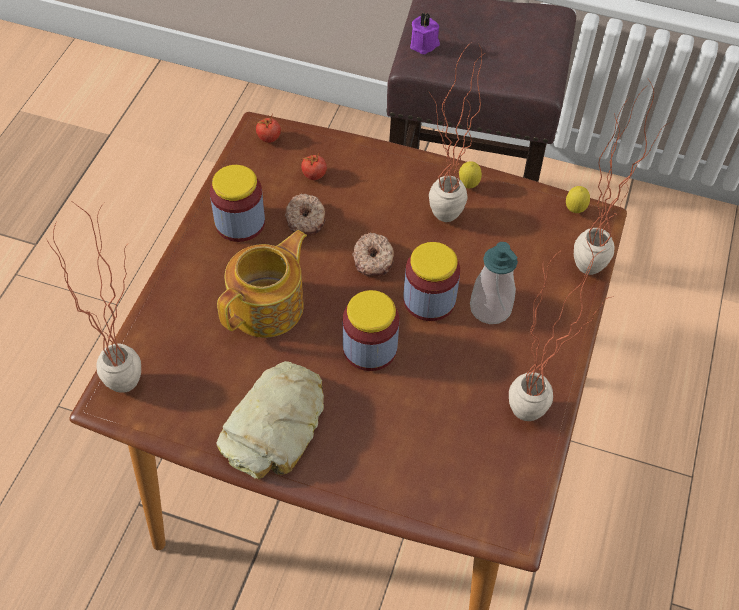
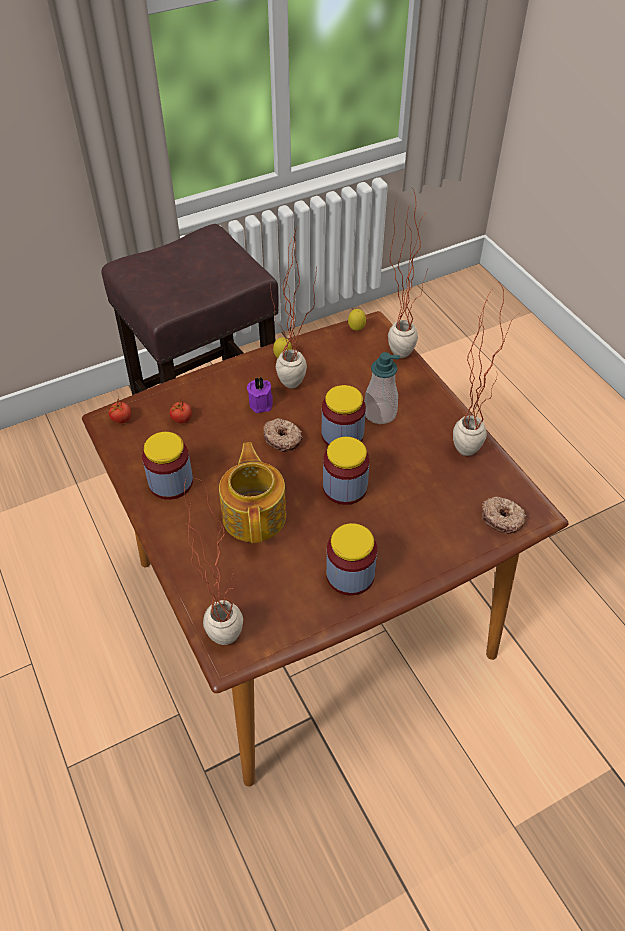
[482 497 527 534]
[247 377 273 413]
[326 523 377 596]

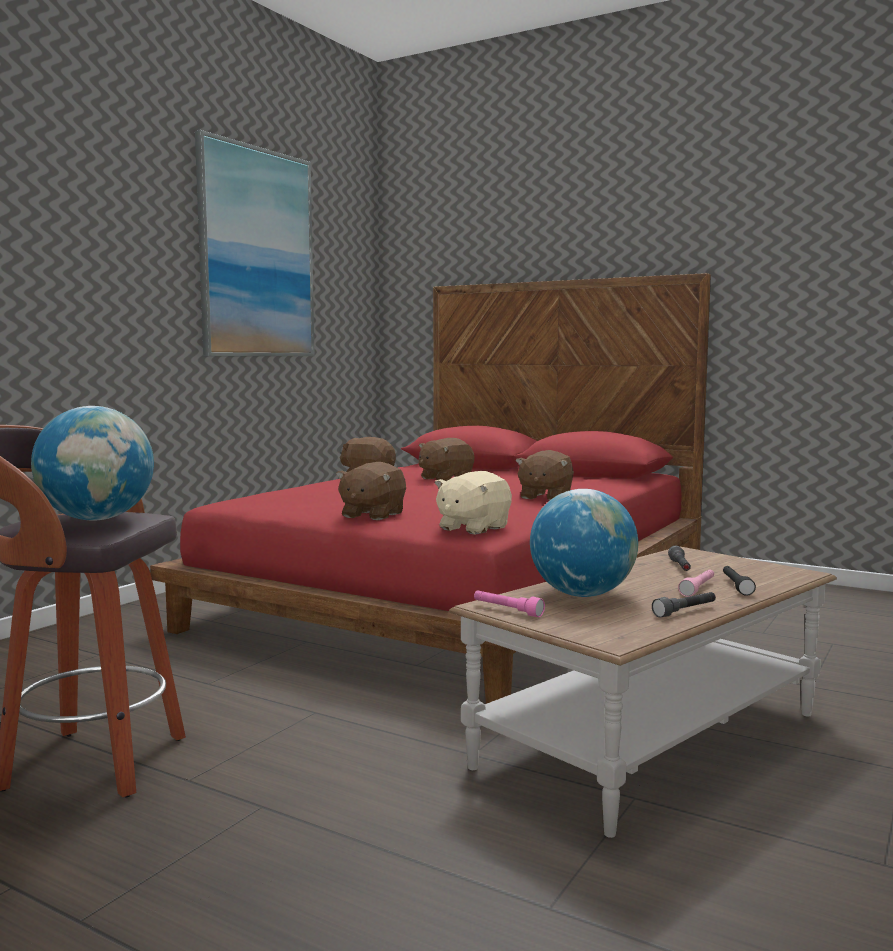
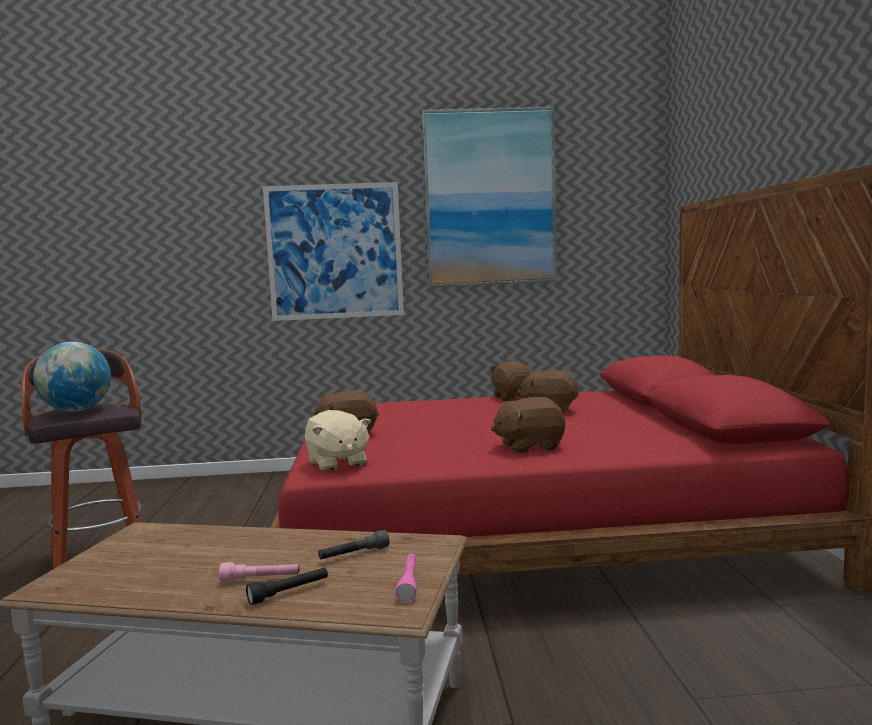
[530 489 638 597] (first image)
[652 592 716 617] (first image)
[263 182 404 321]
[396 553 417 602]
[305 410 371 472]

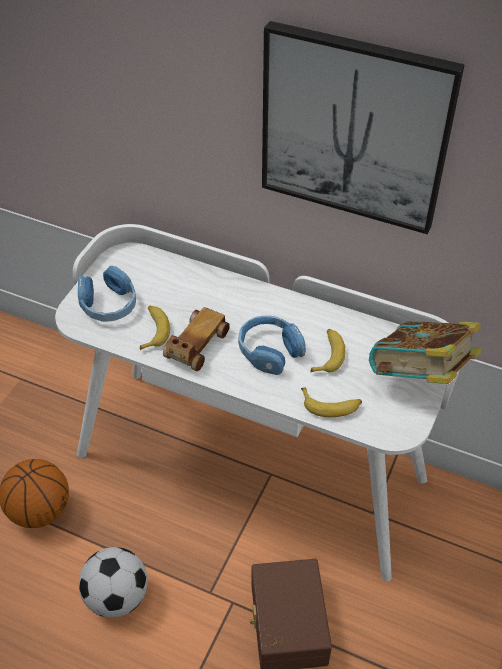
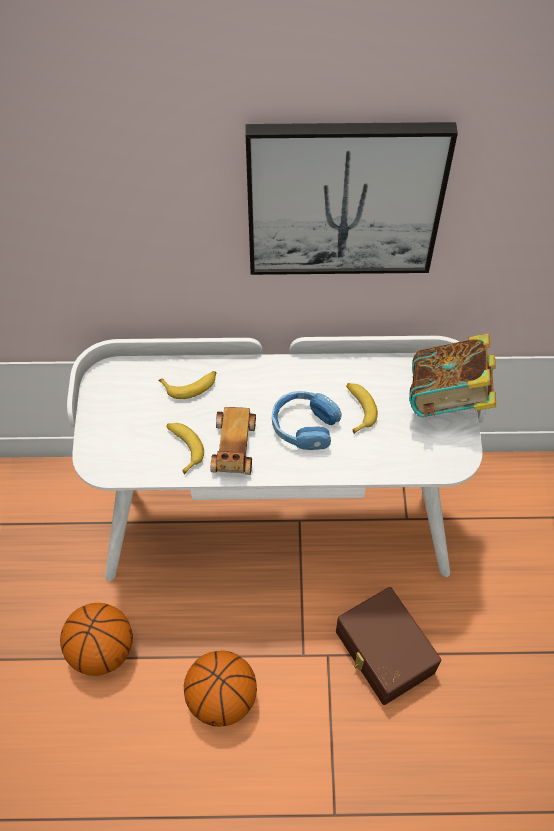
[78 266 136 322] (first image)
[159 371 216 399]
[184 650 257 727]

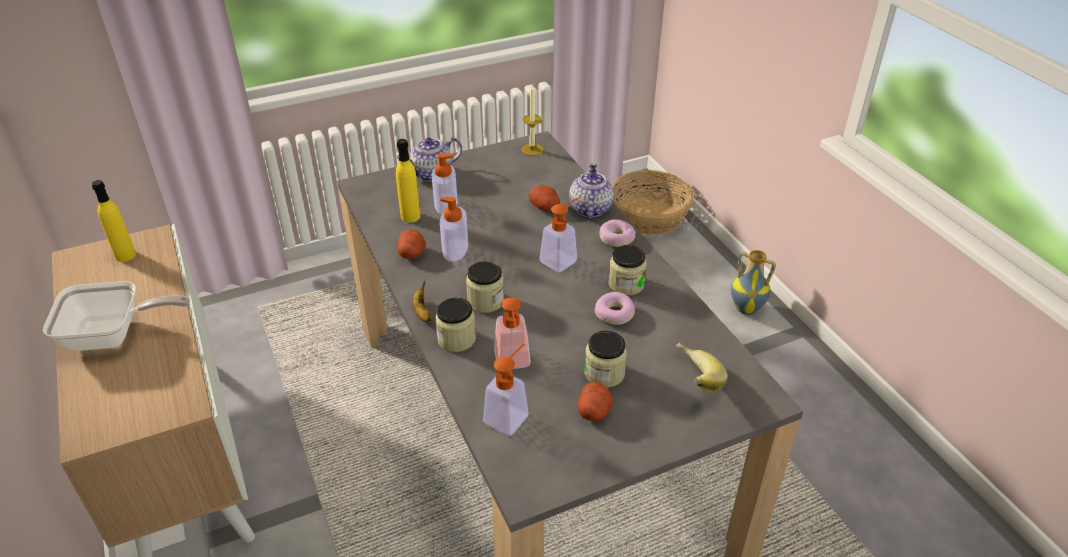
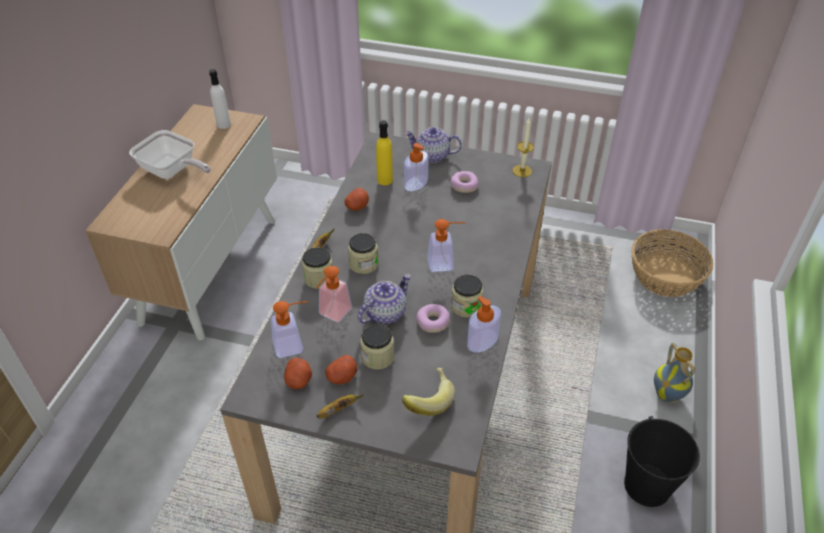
[317 394 363 419]
[624 416 700 507]
[467 296 501 352]
[284 358 312 389]
[358 274 411 324]
[451 171 479 193]
[209 69 231 129]

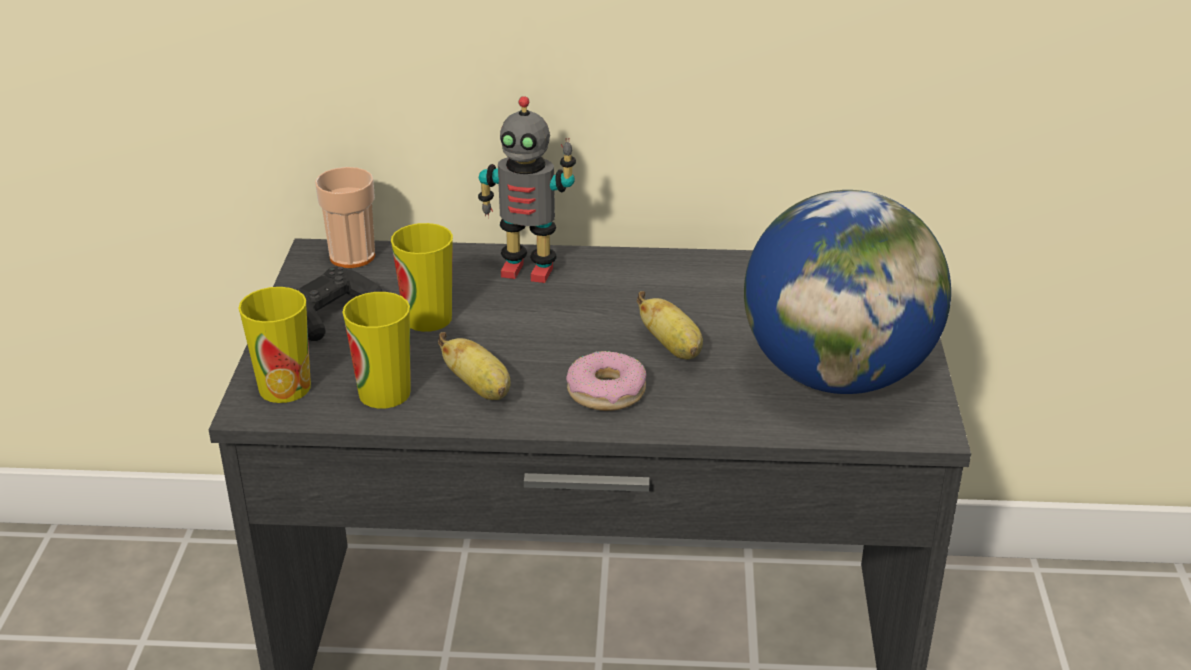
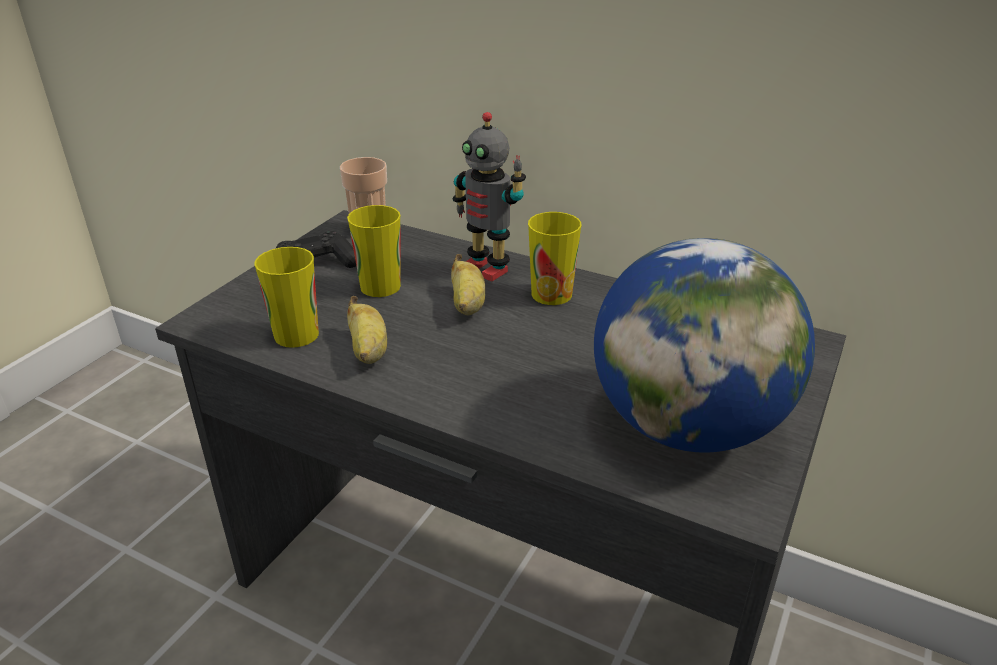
[566 351 646 411] (first image)
[528 212 582 305]
[451 254 485 315]

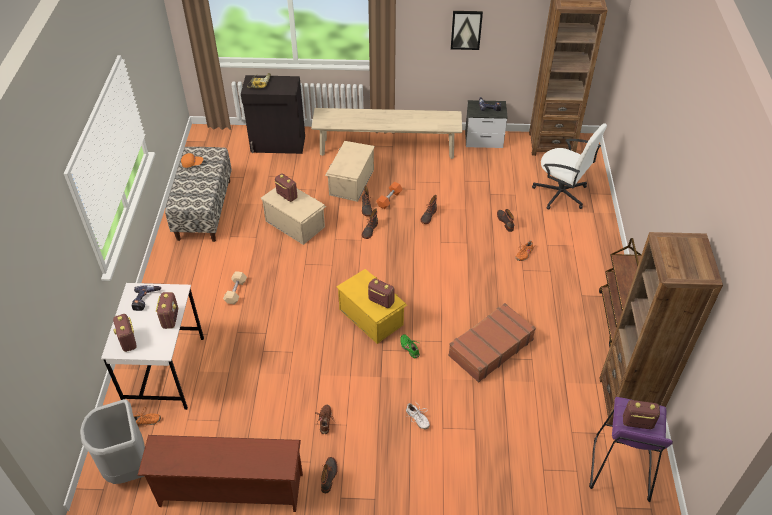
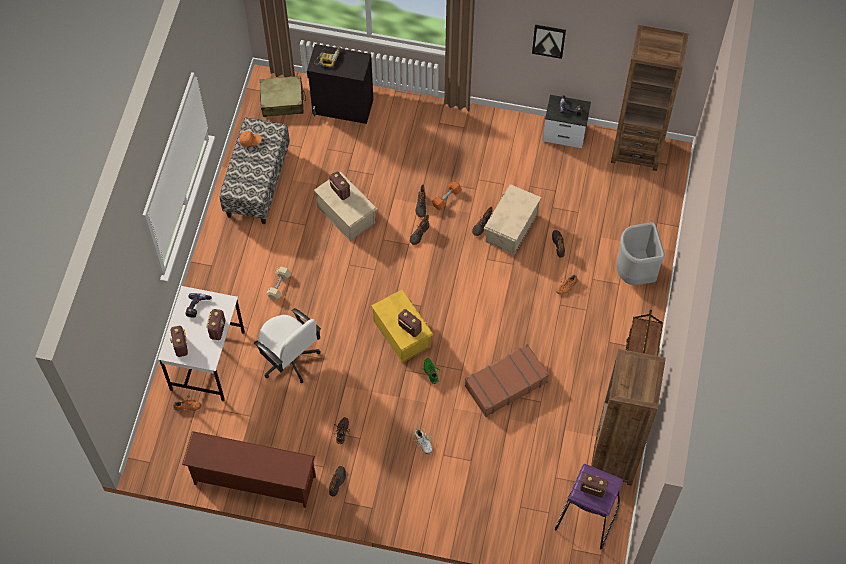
[311 108 462 159] (first image)
[260 76 306 117]
[616 222 665 285]
[484 184 541 255]
[254 308 321 383]

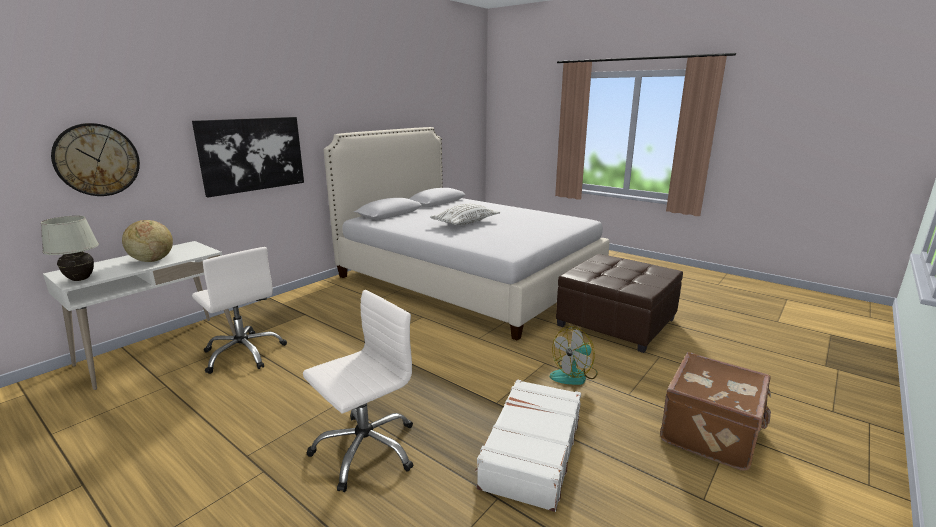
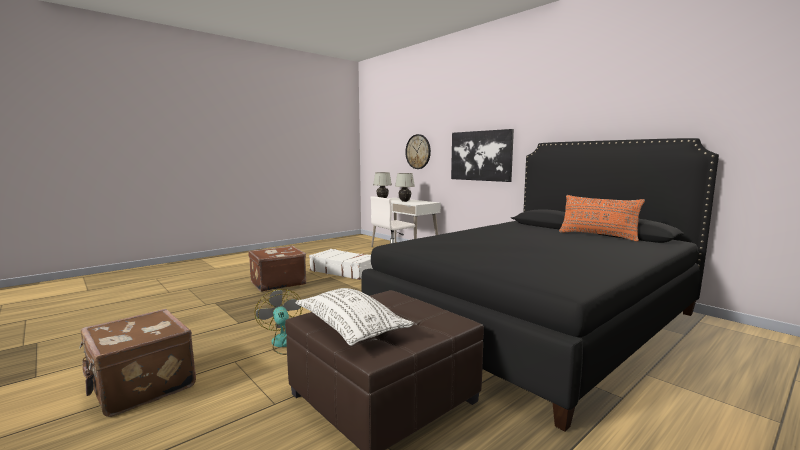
[559 195 645 241]
[296 288 414 346]
[309 249 373 280]
[395 173 415 202]
[248 246 306 292]
[361 138 719 431]

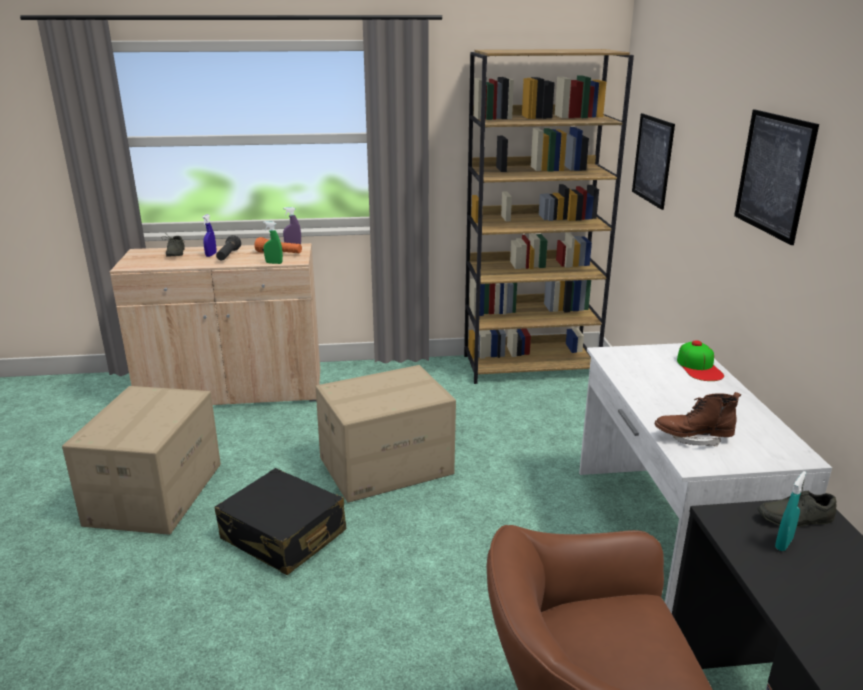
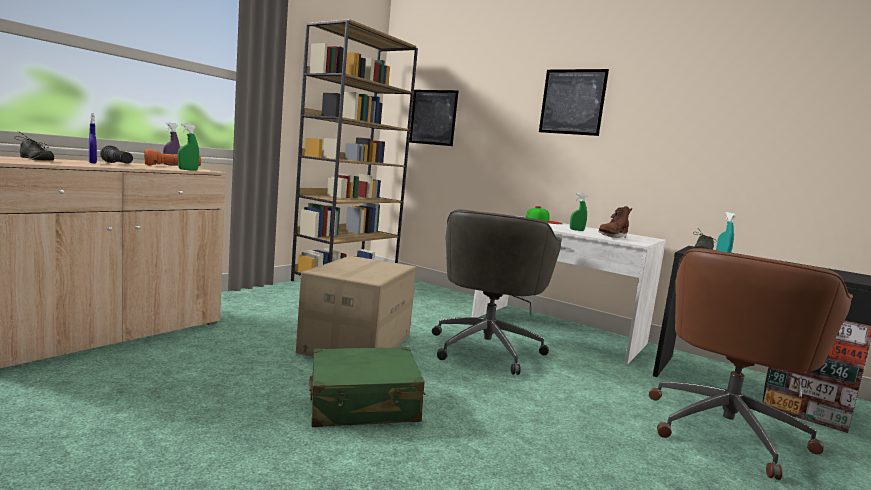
[62 386 221 535] (first image)
[432 209 562 375]
[570 193 587 231]
[309 347 425 427]

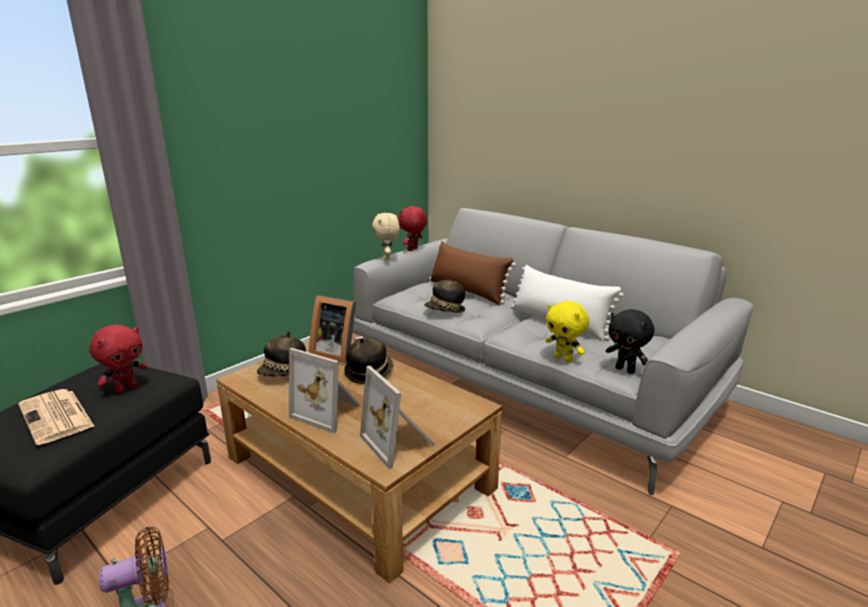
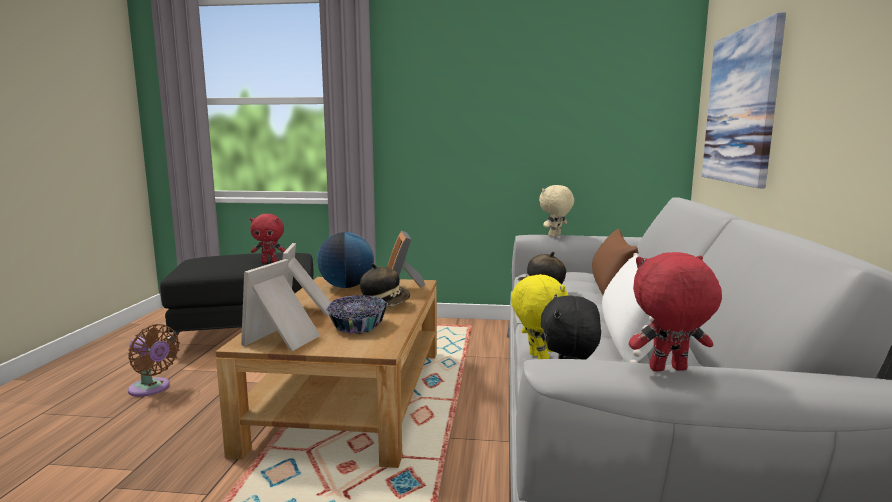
[18 389 95 445] (first image)
[326 295 388 334]
[702 12 786 188]
[629 252 722 372]
[317 232 374 288]
[511 274 569 359]

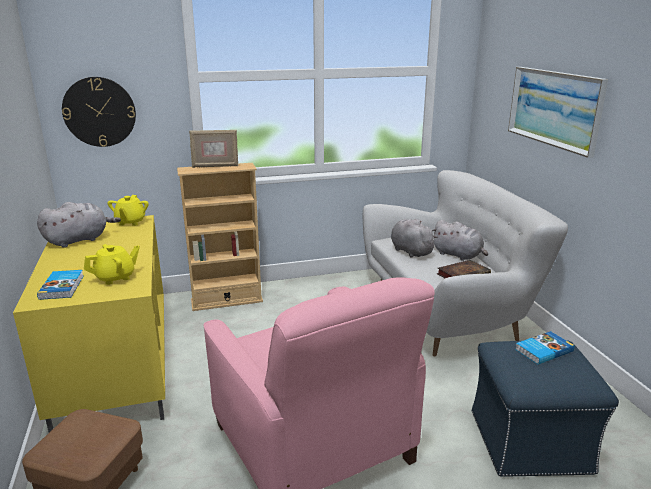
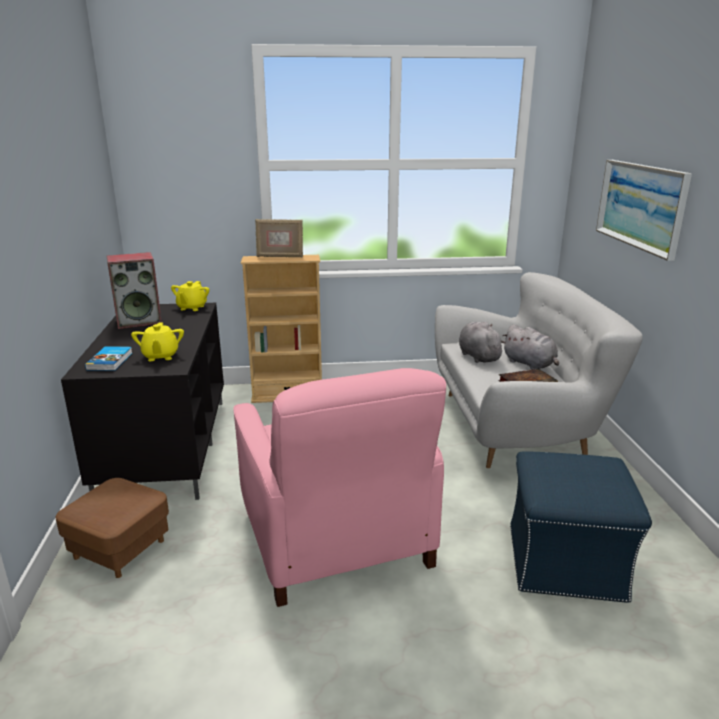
[62 77 136 147] (first image)
[515 331 575 364] (first image)
[106 252 162 329]
[61 303 224 500]
[131 322 184 361]

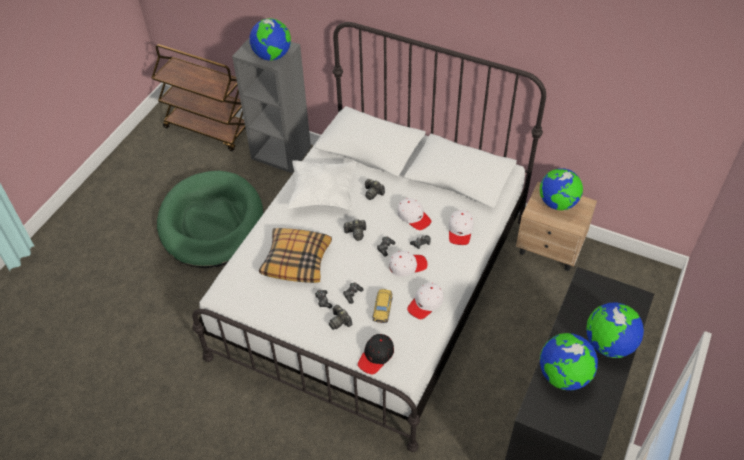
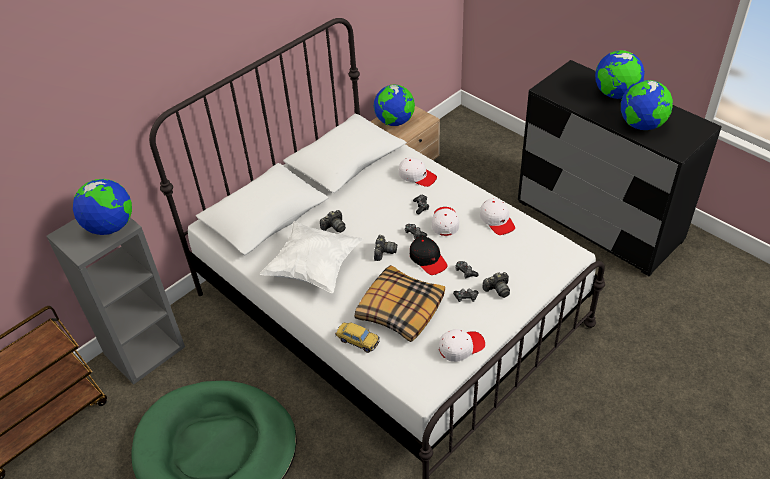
[410 237 448 275]
[335 323 380 353]
[439 329 485 362]

